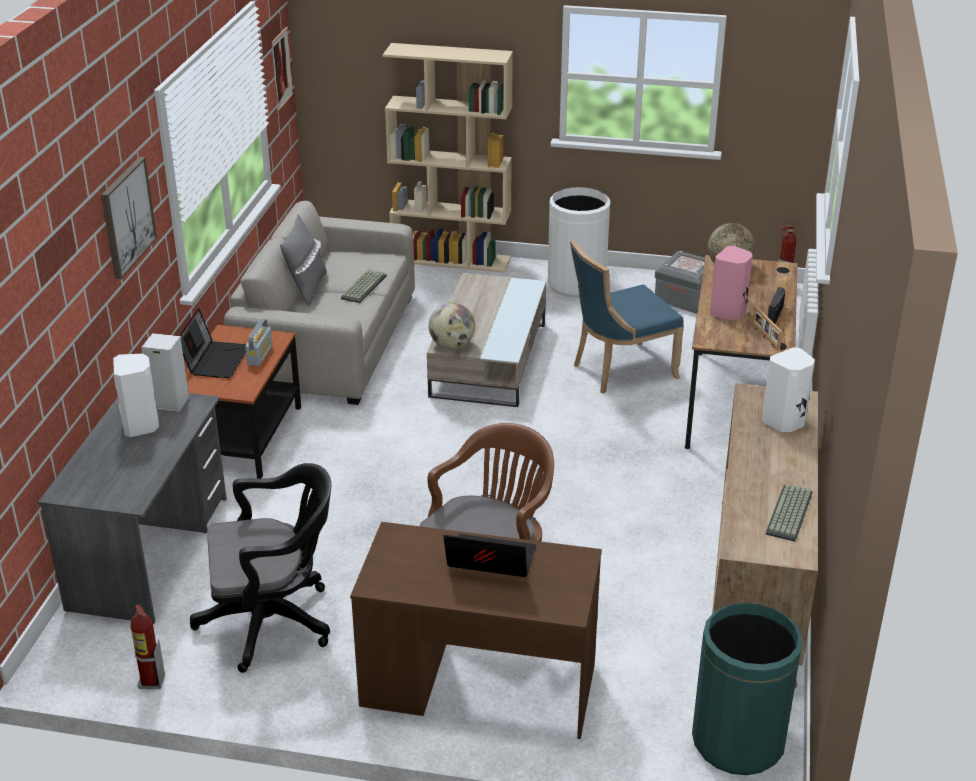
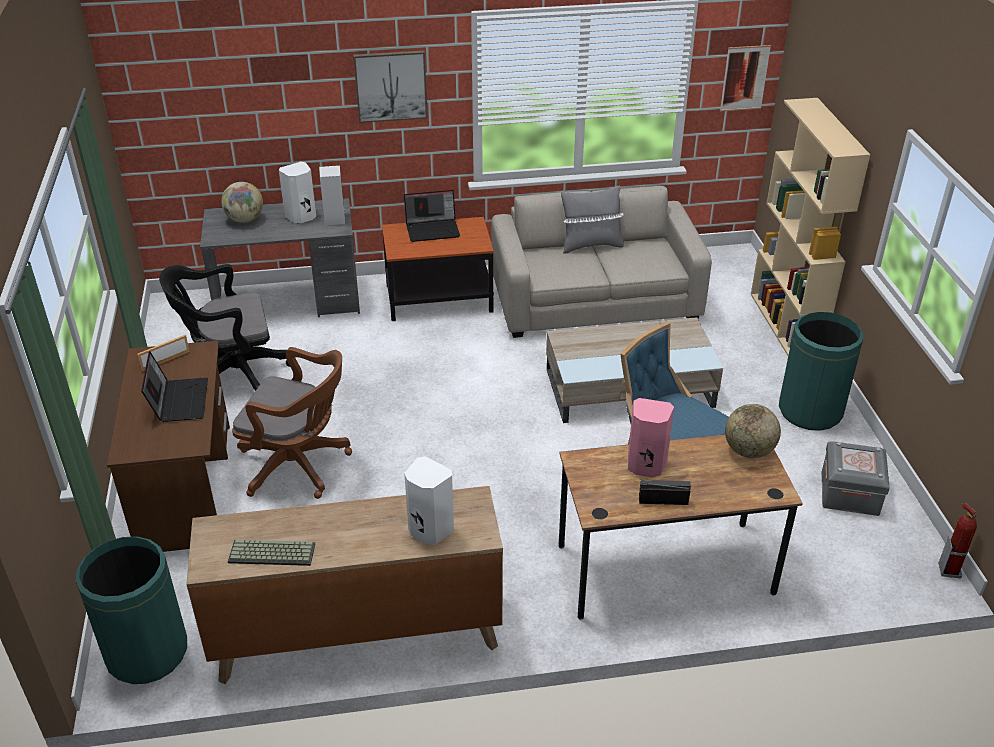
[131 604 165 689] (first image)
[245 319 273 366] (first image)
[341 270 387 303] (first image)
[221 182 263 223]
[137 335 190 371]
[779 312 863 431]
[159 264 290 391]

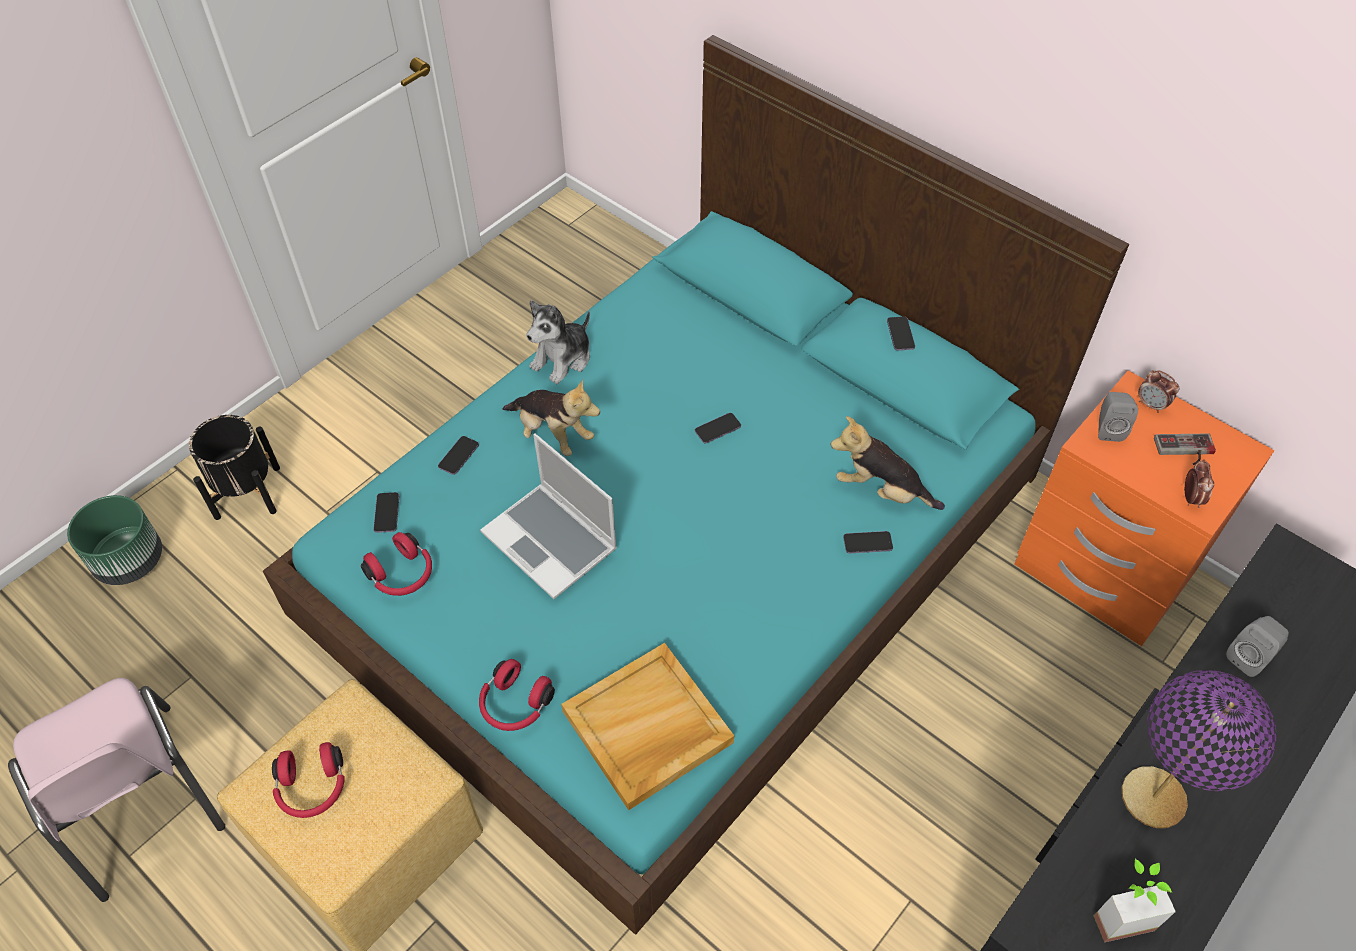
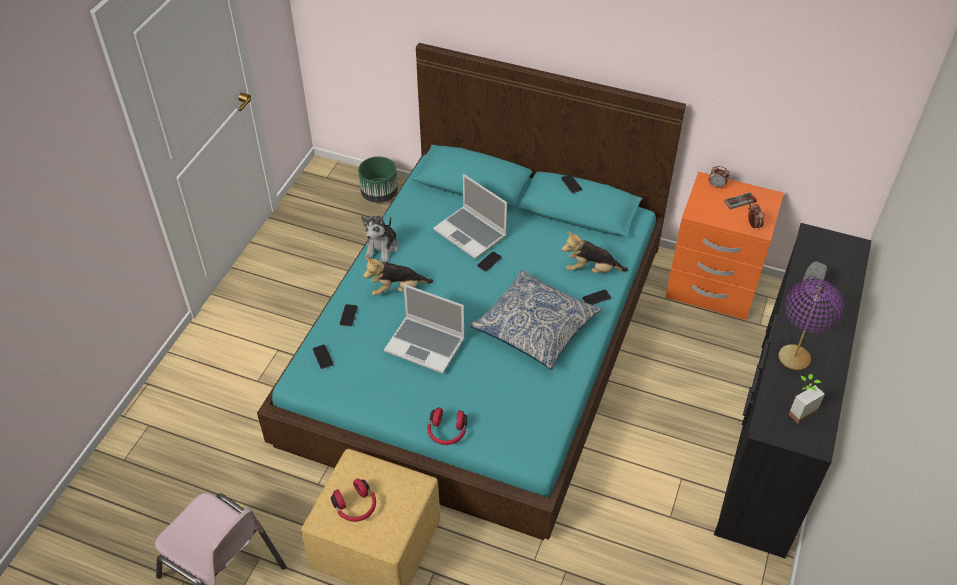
[189 415 280 520] (first image)
[361 532 432 596] (first image)
[561 643 734 810] (first image)
[1098 392 1138 442] (first image)
[433 174 507 259]
[470 270 601 370]
[358 156 398 203]
[363 257 433 296]

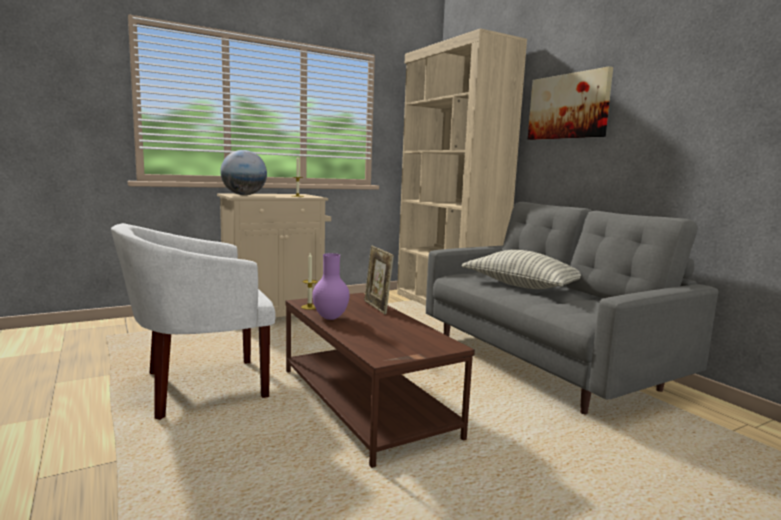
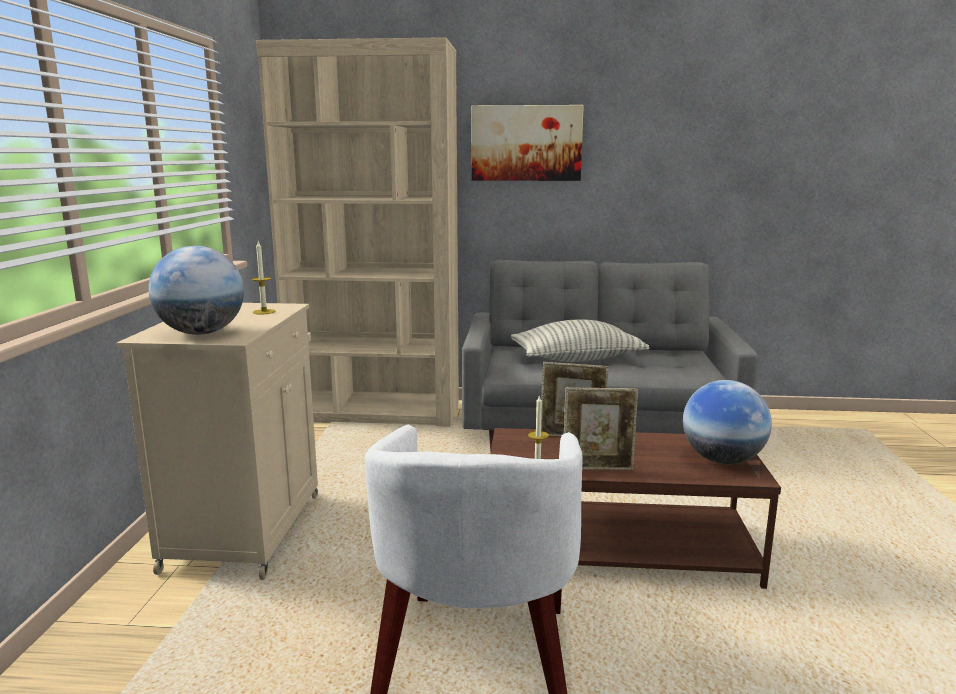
[683 380 772 464]
[564 387 638 470]

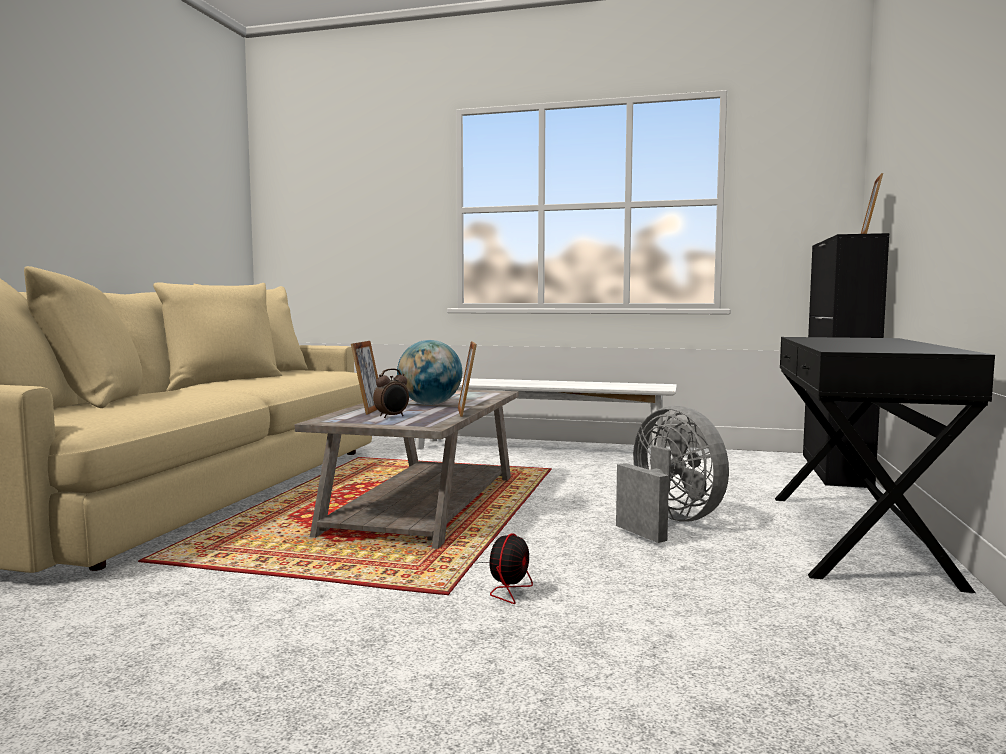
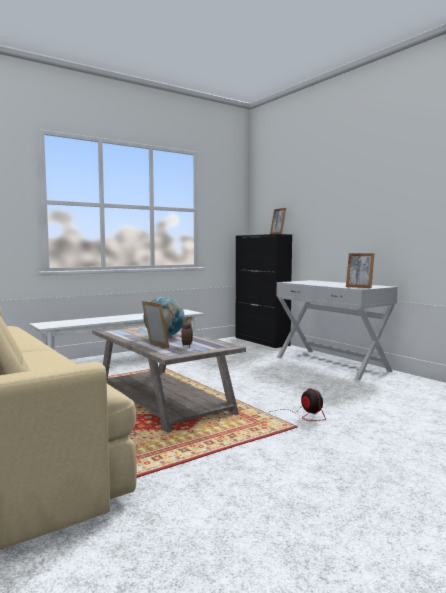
[616 406 729 543] (first image)
[346 253 375 288]
[276 280 398 380]

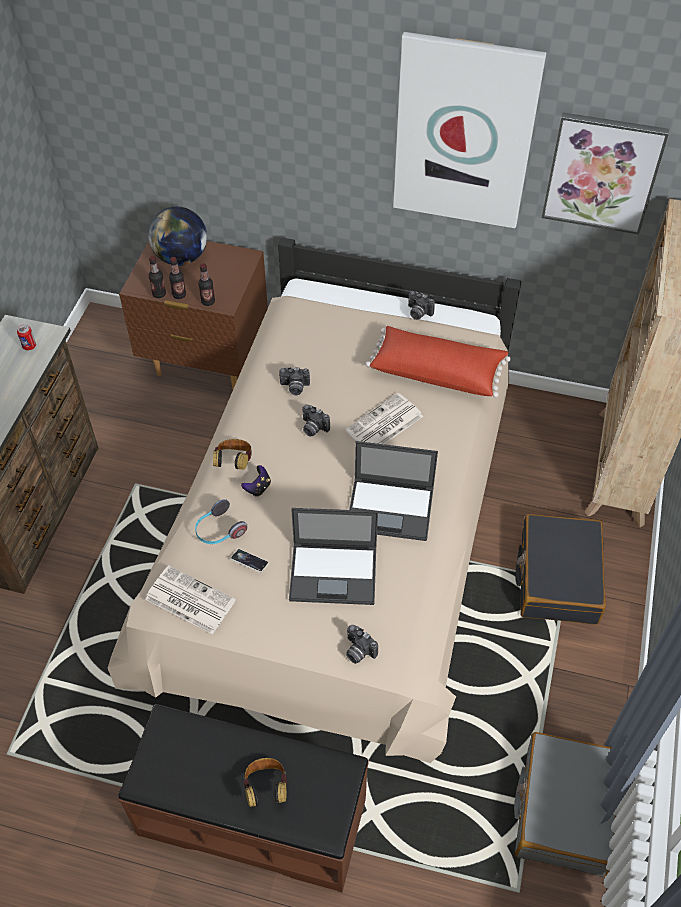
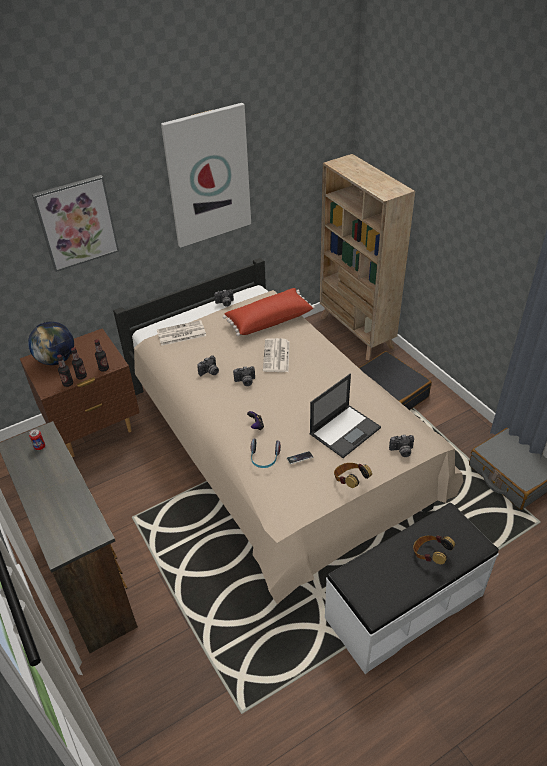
[349 441 438 541] (first image)
[157 320 206 346]
[334 463 372 488]
[32 175 119 272]
[325 503 499 674]

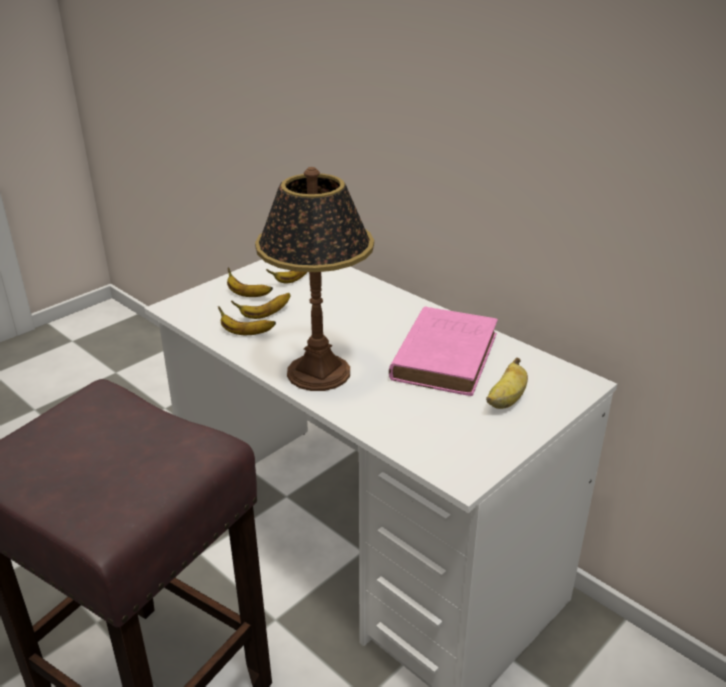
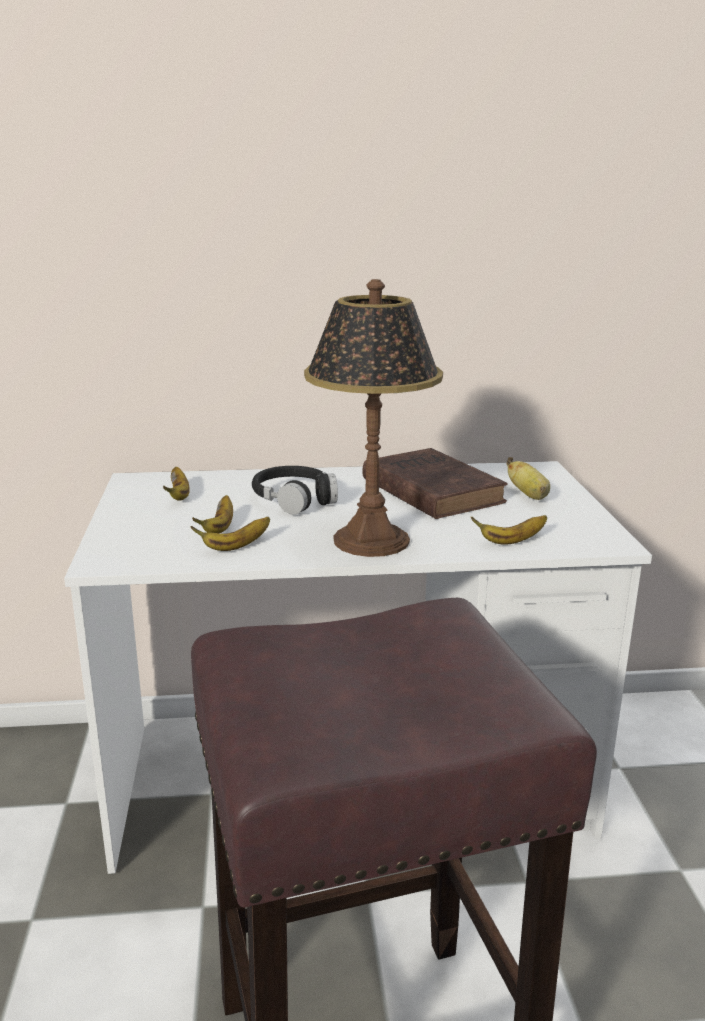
[252 466 338 515]
[471 515 547 545]
[362 448 508 519]

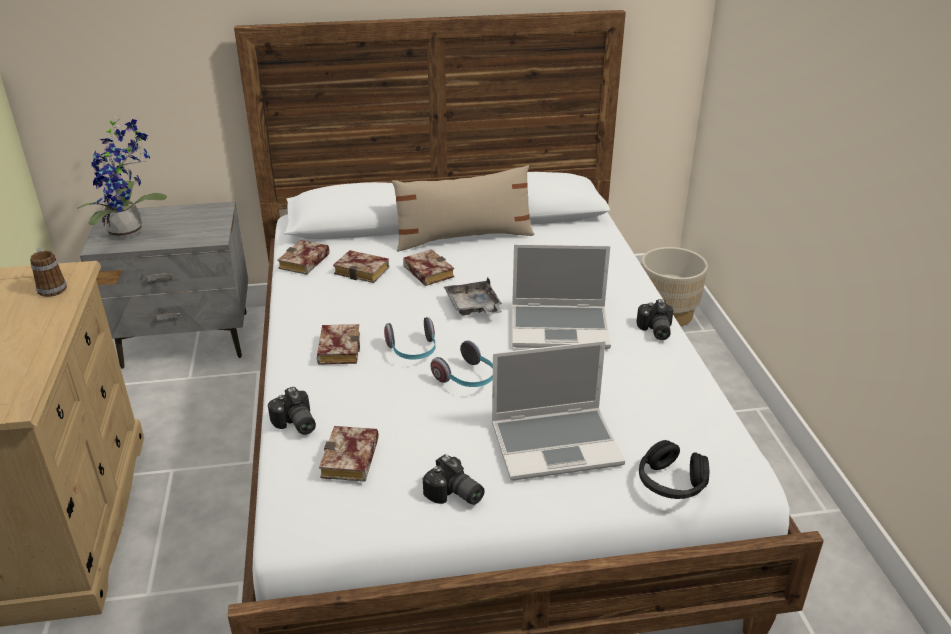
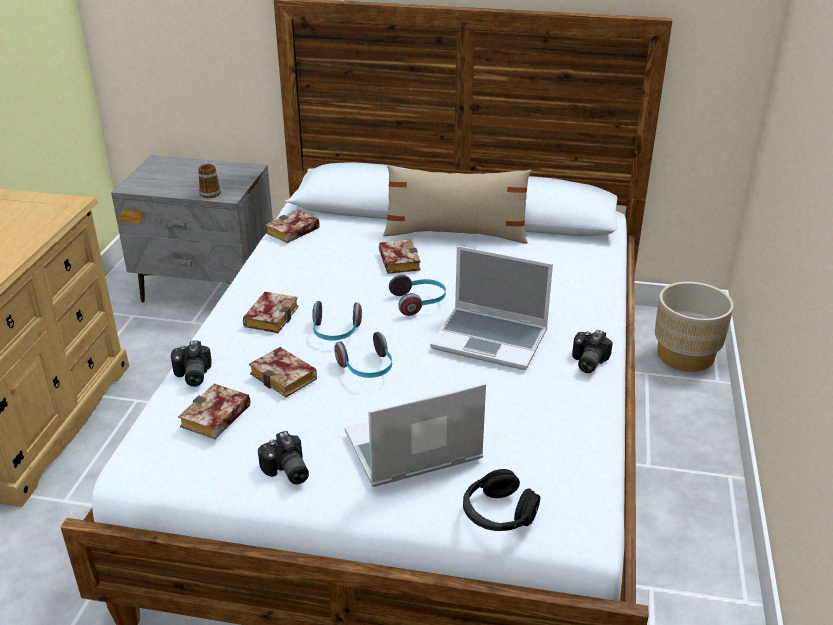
[77 116 167 238] (first image)
[198 161 221 198]
[249 347 317 397]
[389 275 446 316]
[345 383 486 487]

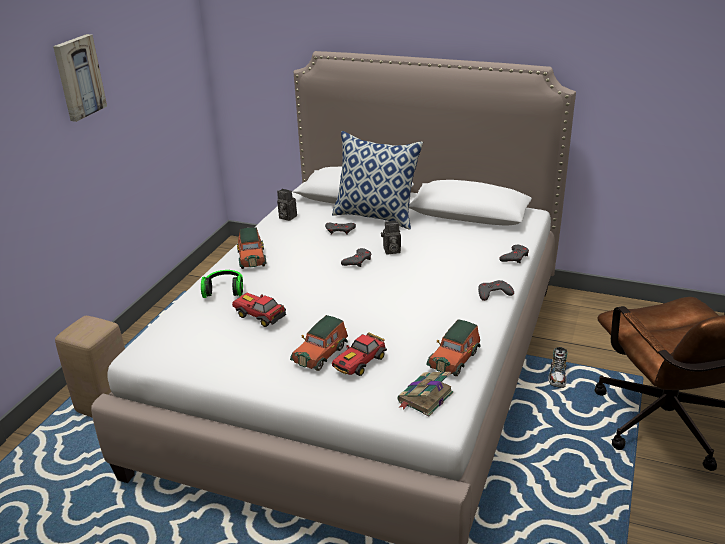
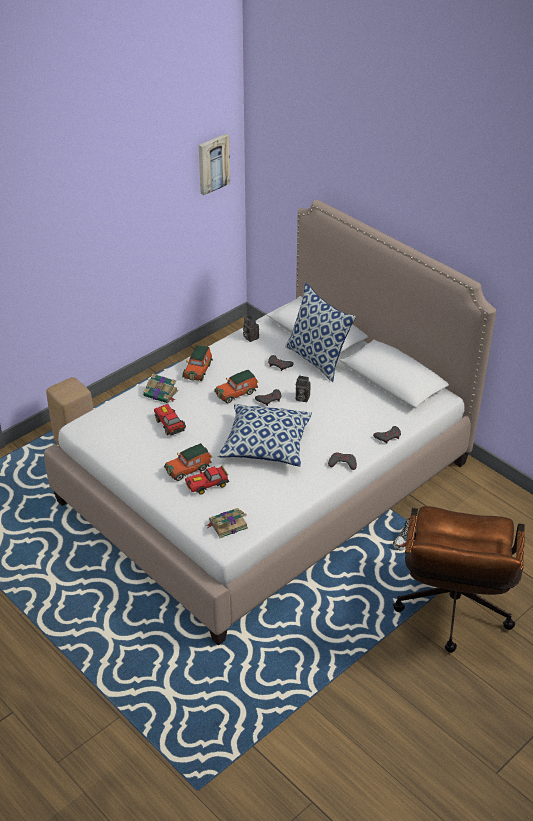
[218 404 312 466]
[199 134 230 195]
[214 370 258 403]
[143 373 178 403]

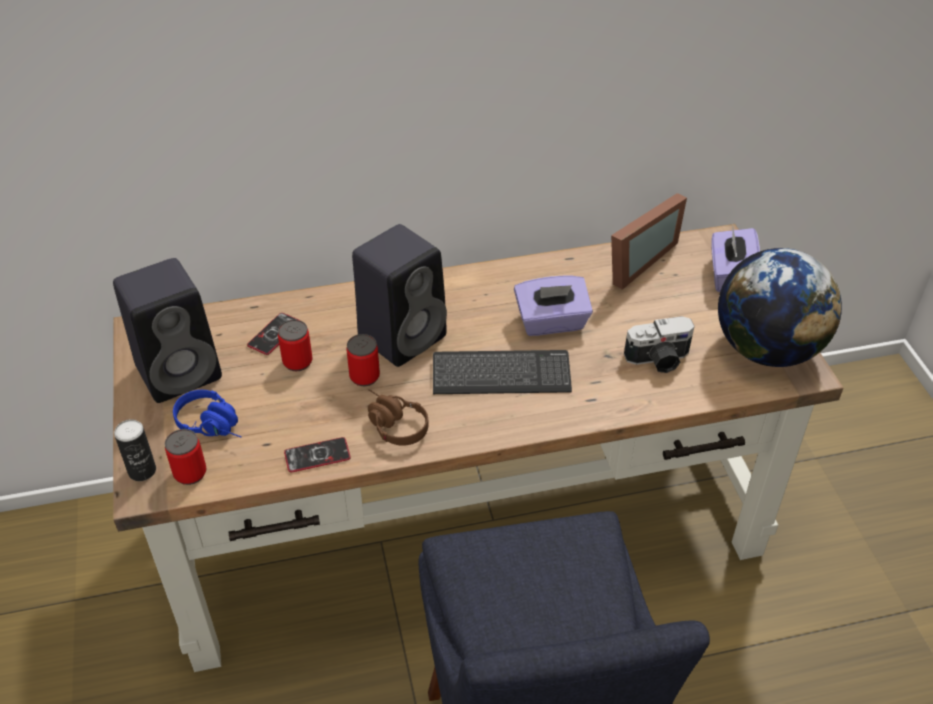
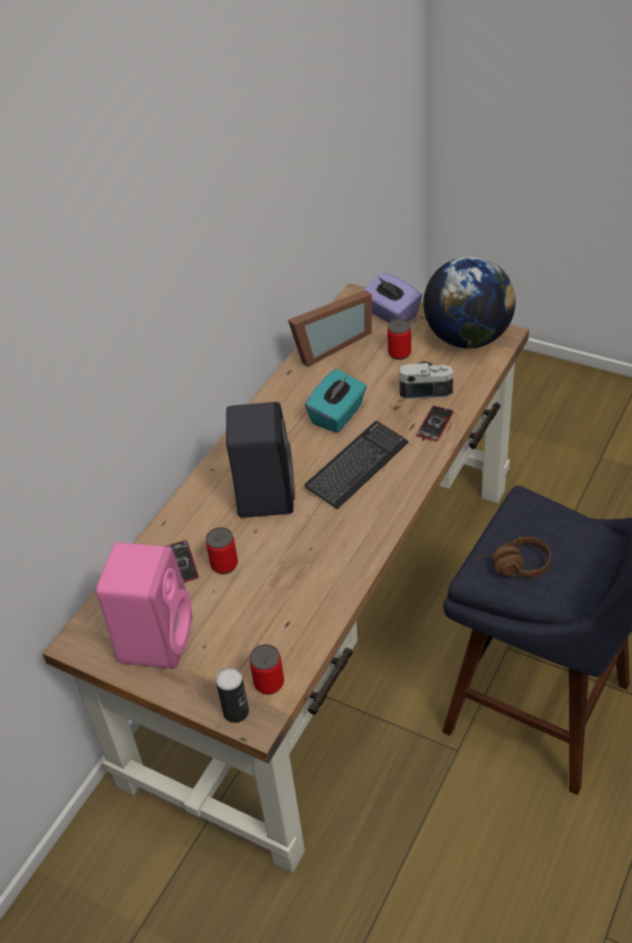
[173 390 242 438] (first image)
[416 406 453 441]
[387 319 411 360]
[476 537 551 578]
[96 542 192 669]
[305 369 367 433]
[288 290 372 367]
[399 361 453 399]

